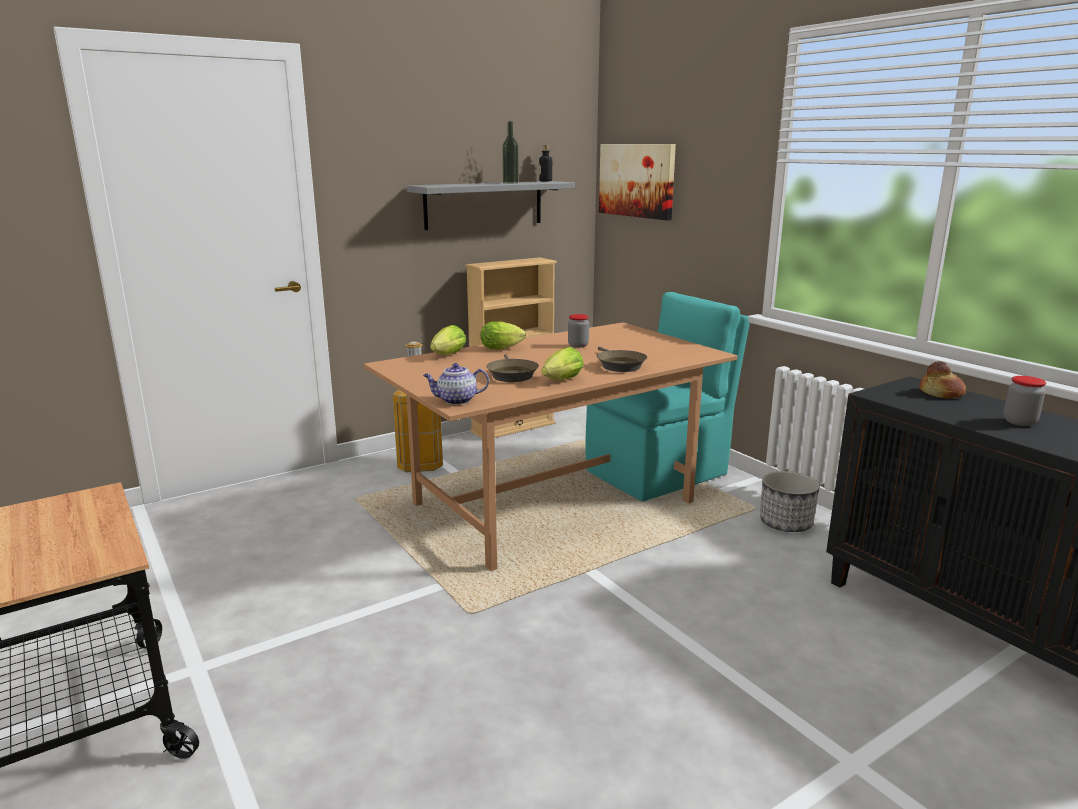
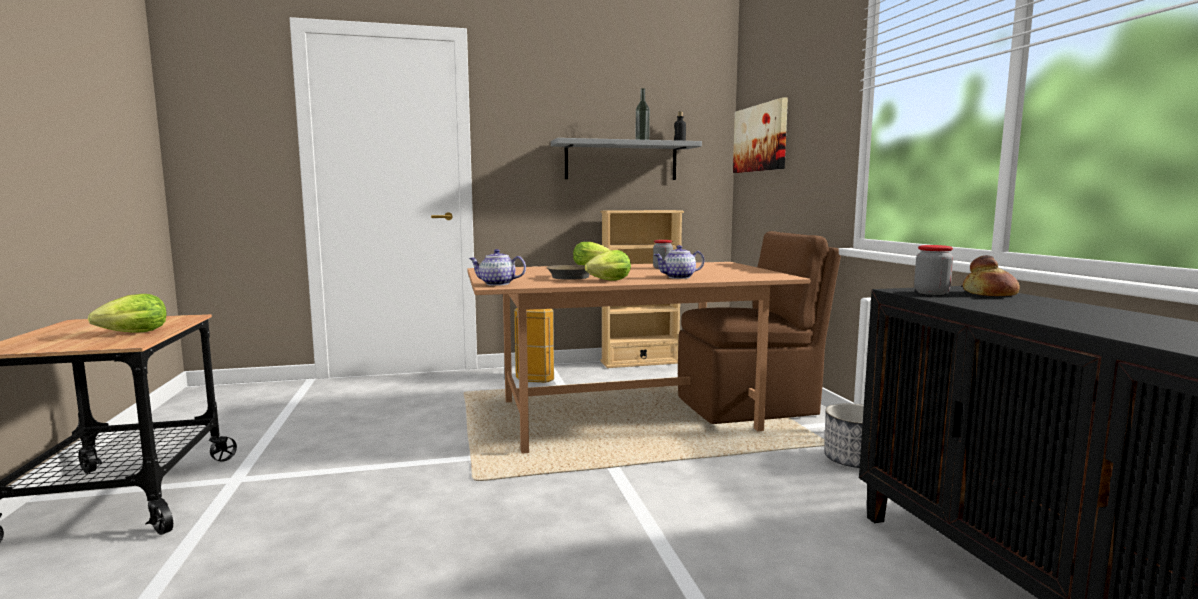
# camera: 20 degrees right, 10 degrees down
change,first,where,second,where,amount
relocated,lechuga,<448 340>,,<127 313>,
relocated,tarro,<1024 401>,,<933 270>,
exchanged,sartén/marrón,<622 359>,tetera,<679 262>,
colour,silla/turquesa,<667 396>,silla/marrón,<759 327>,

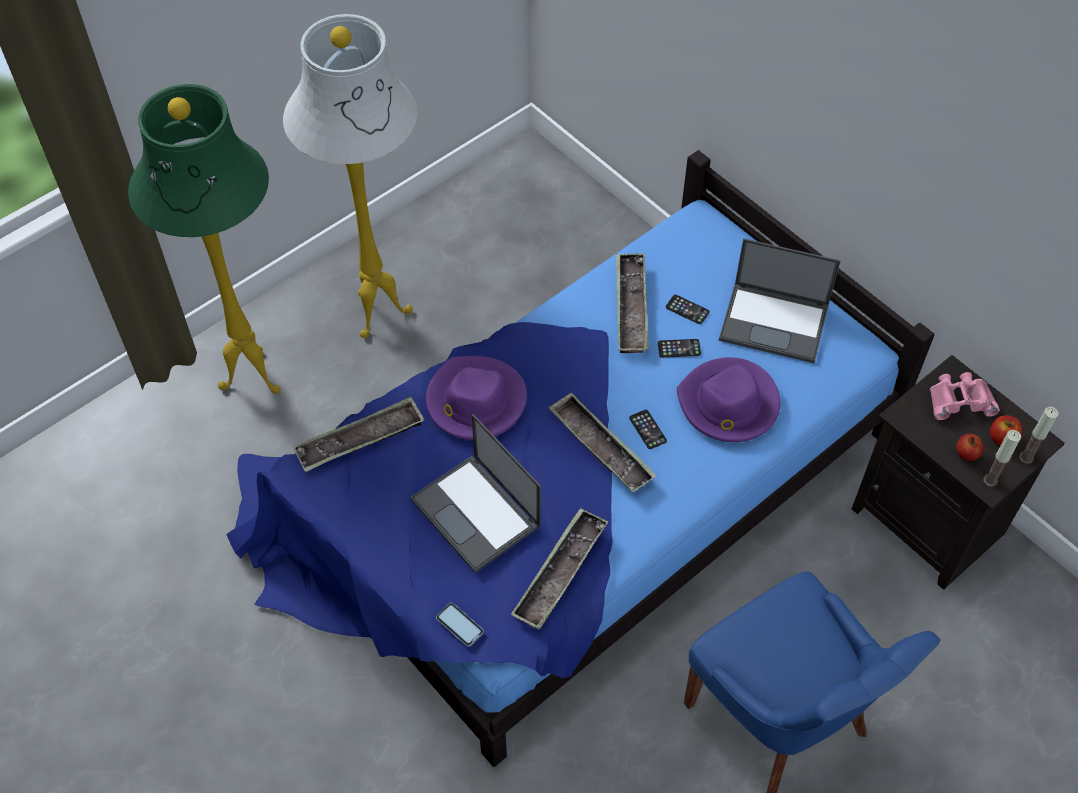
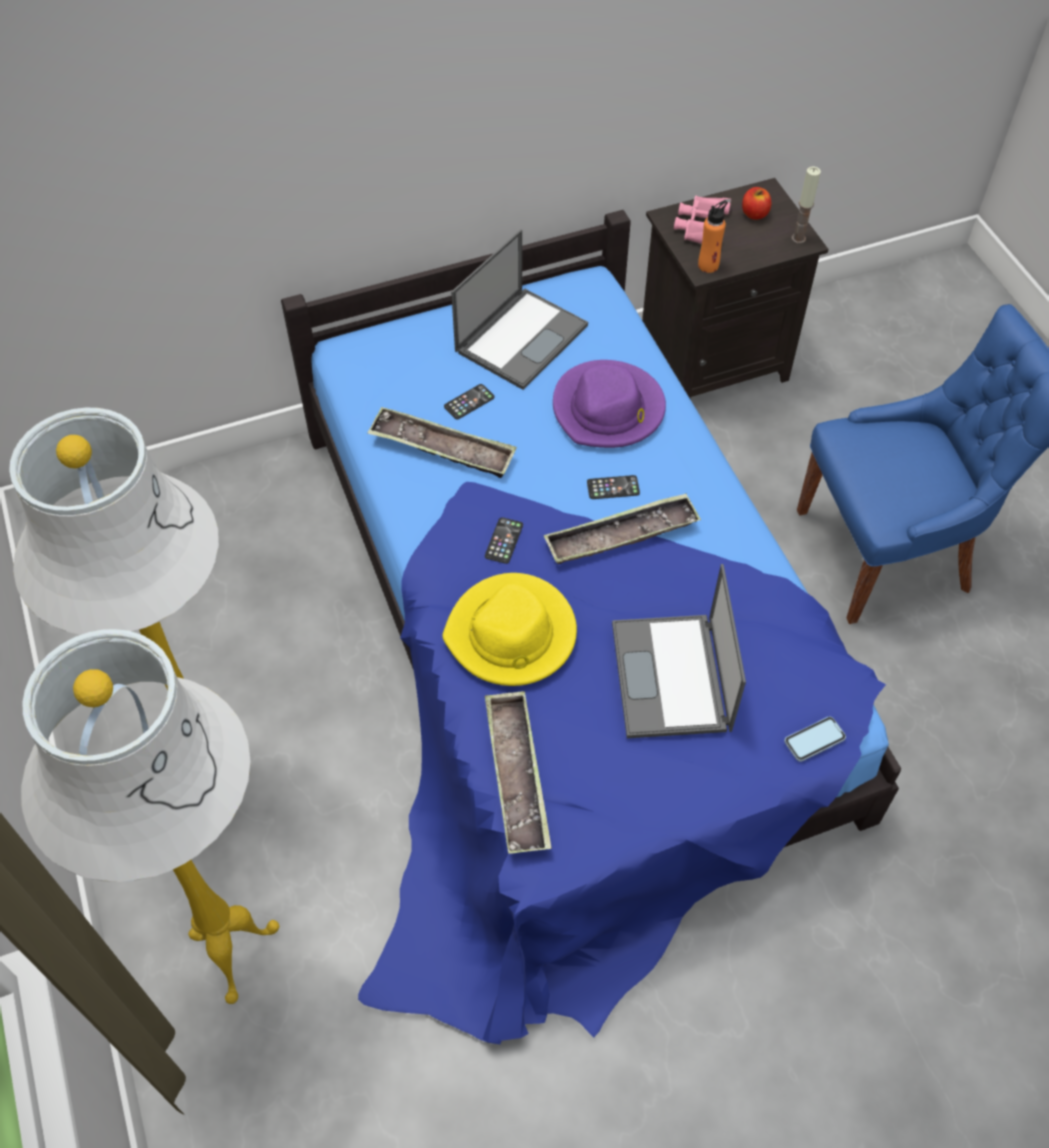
# camera: 70 degrees left, 0 degrees up
change,first,where,second,where,amount
missing,bandeja,<559 568>,,,
missing,manzana,<970 447>,,,
missing,vela,<1038 435>,,,
appeared,,,botella/naranja,<713 236>,
relocated,móvil,<679 348>,,<504 540>,
colour,lámpara de pie/verde,<204 239>,lámpara de pie/blanco,<150 816>,
colour,sombrero/morado,<476 398>,sombrero/amarillo,<509 629>,
spun,portátil,<475 493>,,<679 651>,105 degrees clockwise

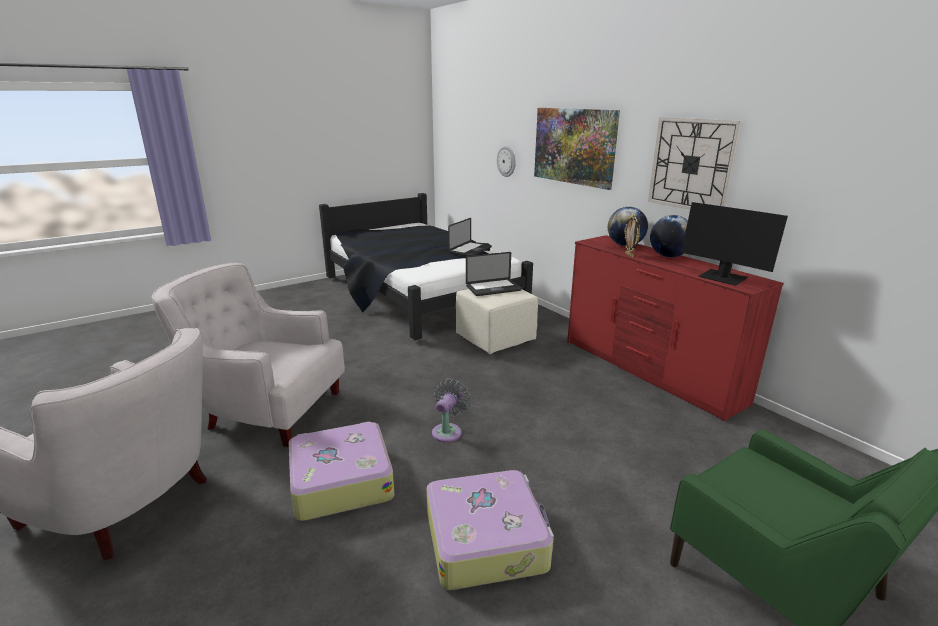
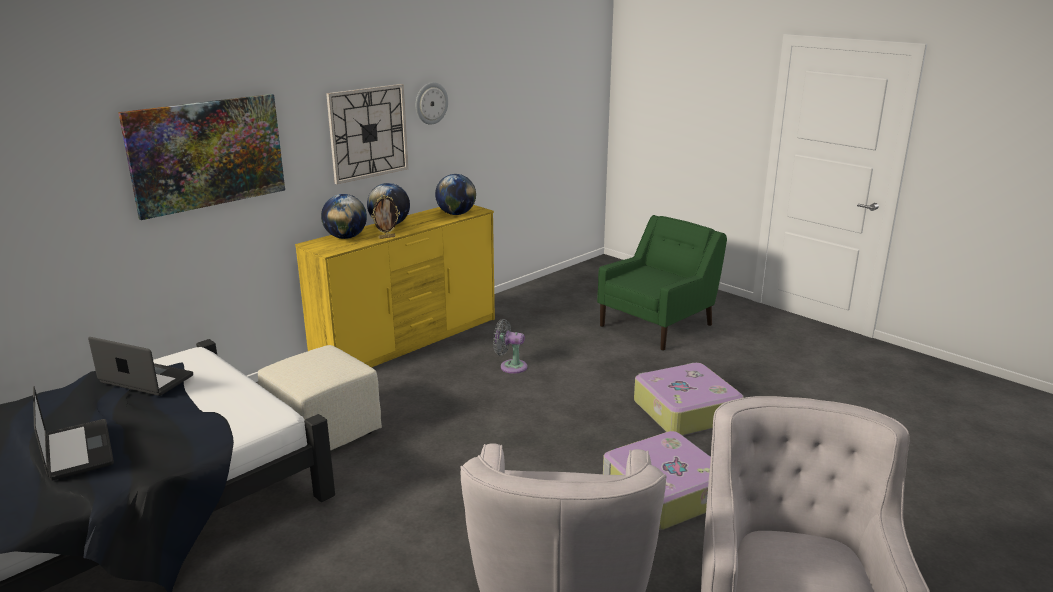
# camera: 100 degrees left, 0 degrees up
change,first,where,second,where,amount
relocated,ventilador/gris,<451 410>,,<510 346>,
relocated,portátil,<494 274>,,<73 433>,
relocated,reloj de pared,<506 161>,,<432 103>,
exchanged,monitor,<734 243>,globo terráqueo,<455 194>,
colour,cómoda/rojo,<675 328>,cómoda/amarillo,<395 286>,

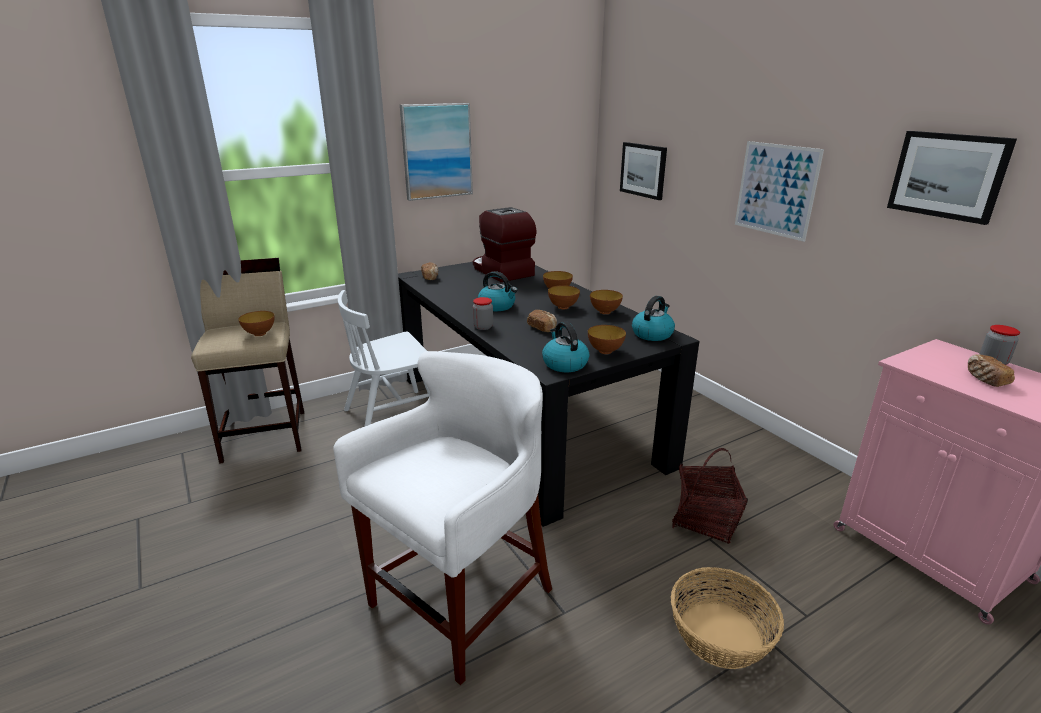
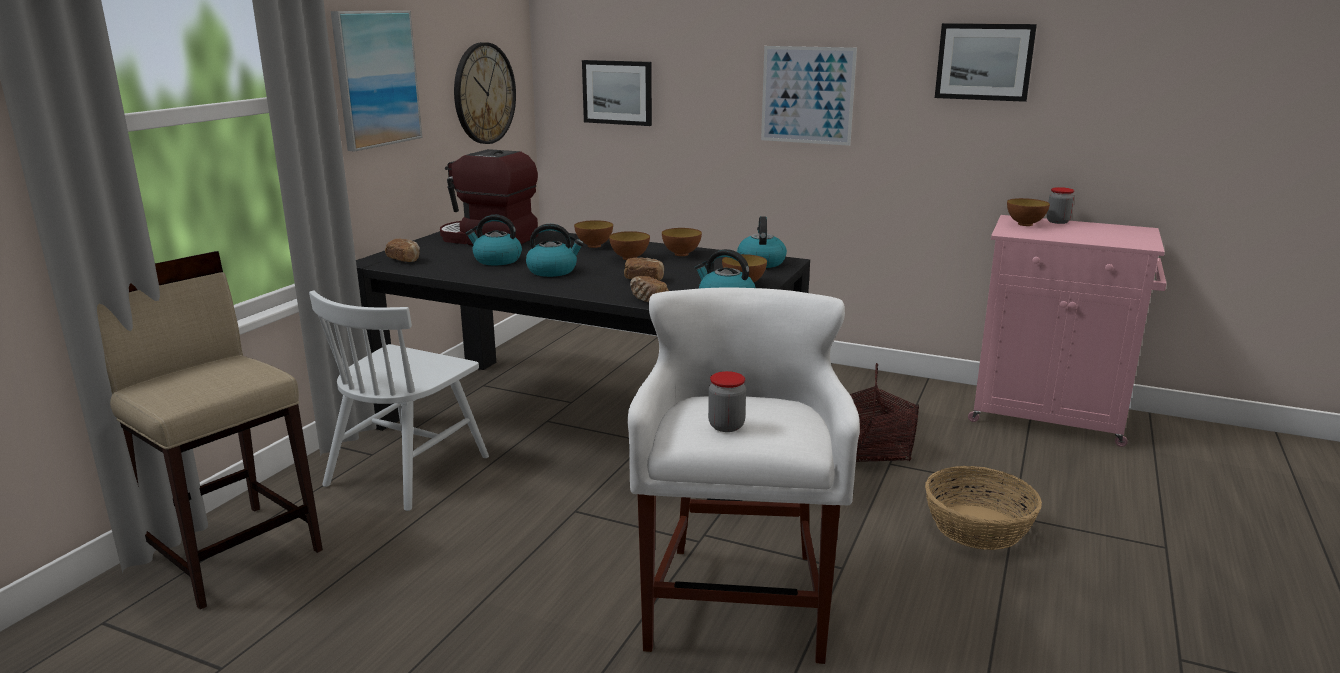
# camera: 35 degrees left, 5 degrees down
change,first,where,second,where,amount
appeared,,,reloj de pared,<485 93>,
appeared,,,hervidor,<494 240>,
relocated,cuenco,<256 323>,,<1028 212>,
relocated,tarro,<483 313>,,<727 401>,
relocated,pan,<991 370>,,<649 289>,

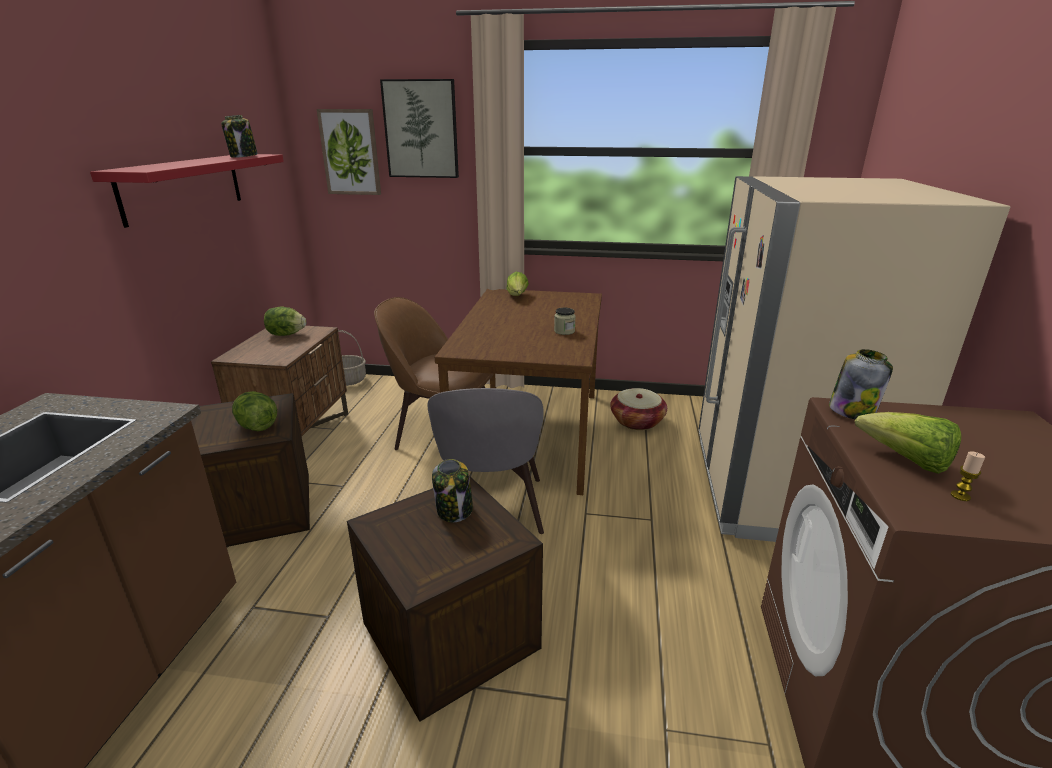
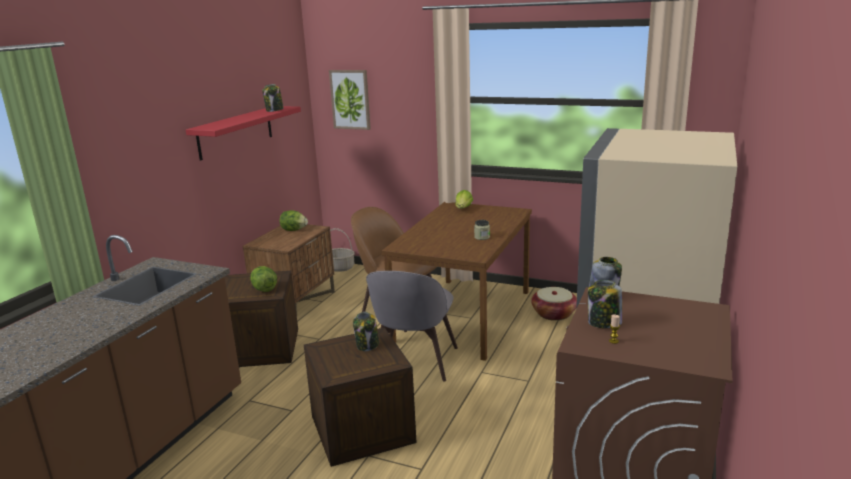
# camera: 15 degrees right, 5 degrees down
change,first,where,second,where,amount
missing,cuadro,<419 128>,,,
exchanged,lechuga,<908 443>,tarro,<605 304>,

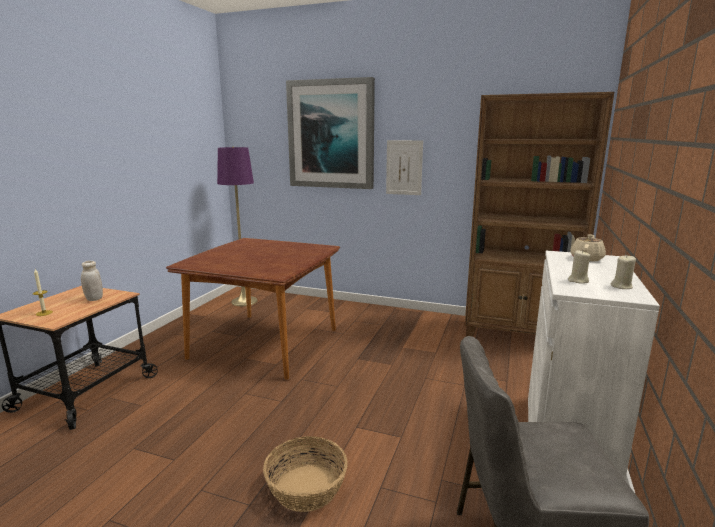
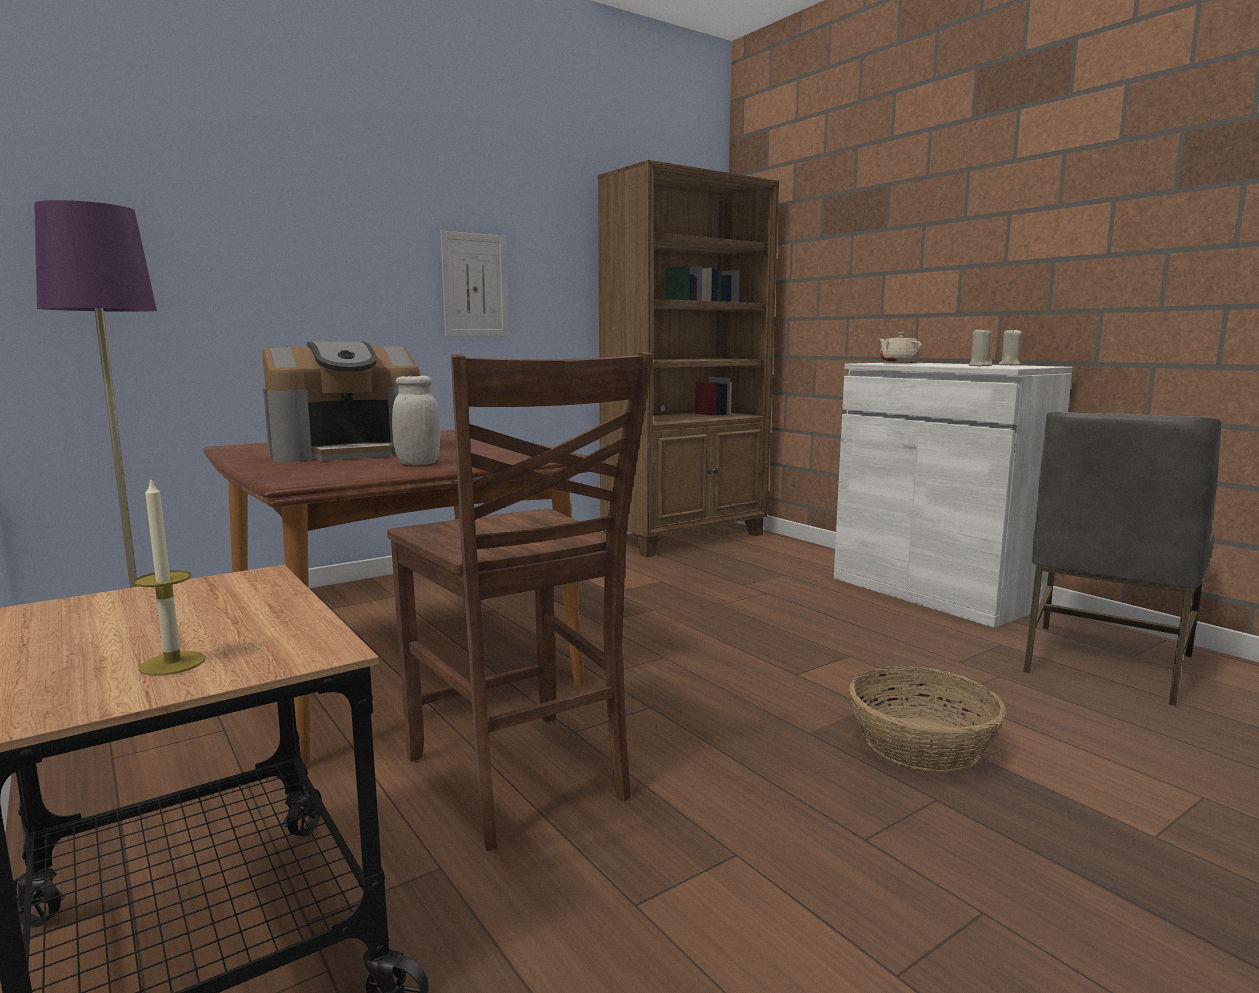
# camera: 55 degrees left, 5 degrees down
change,first,where,second,where,amount
missing,cuadro,<330 133>,,,
appeared,,,cafetera,<341 402>,
appeared,,,silla/marrón,<520 601>,
relocated,tarro/blanco,<92 281>,,<416 420>,

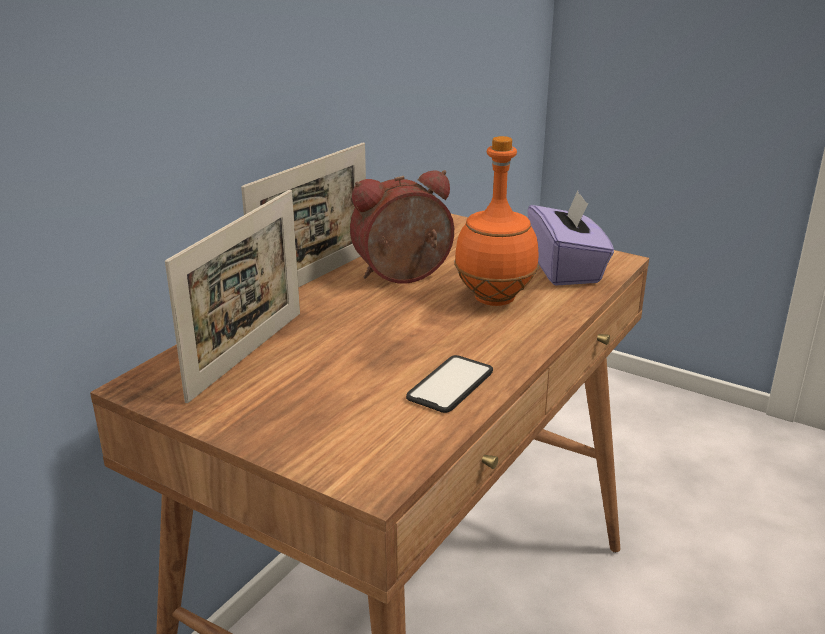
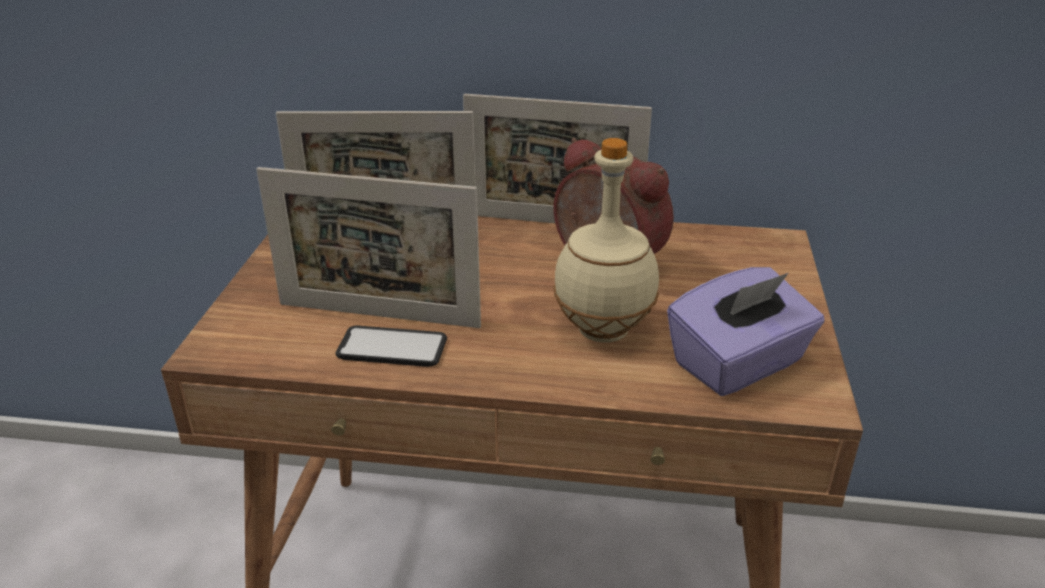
# camera: 65 degrees right, 5 degrees up
change,first,where,second,where,amount
appeared,,,portarretratos,<368 247>,
colour,botella/naranja,<496 221>,botella/beis,<606 240>,

